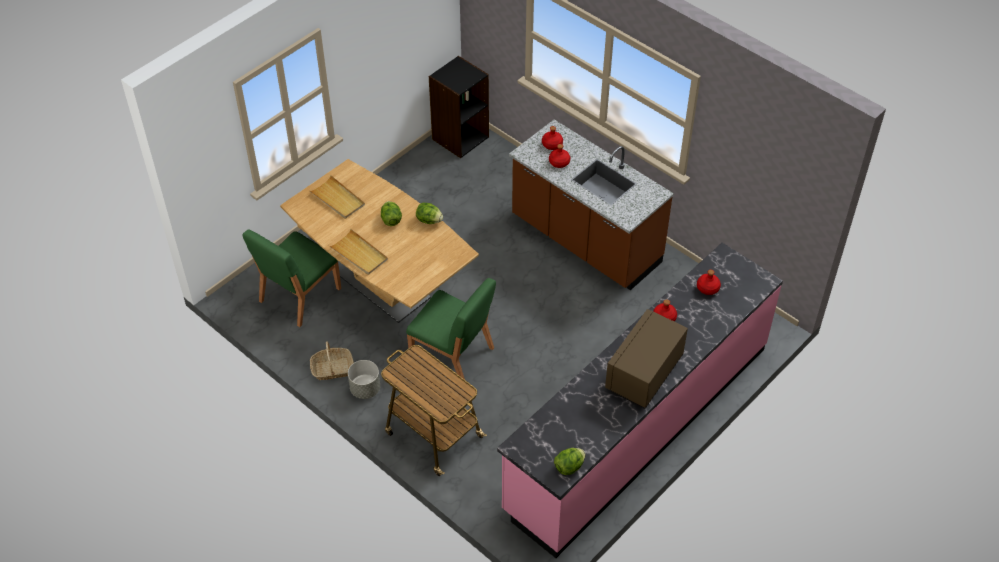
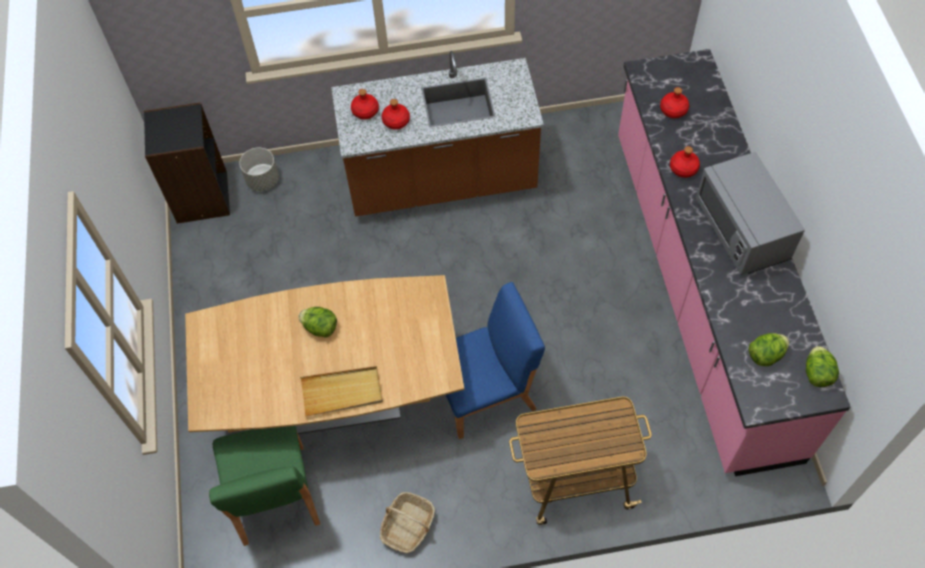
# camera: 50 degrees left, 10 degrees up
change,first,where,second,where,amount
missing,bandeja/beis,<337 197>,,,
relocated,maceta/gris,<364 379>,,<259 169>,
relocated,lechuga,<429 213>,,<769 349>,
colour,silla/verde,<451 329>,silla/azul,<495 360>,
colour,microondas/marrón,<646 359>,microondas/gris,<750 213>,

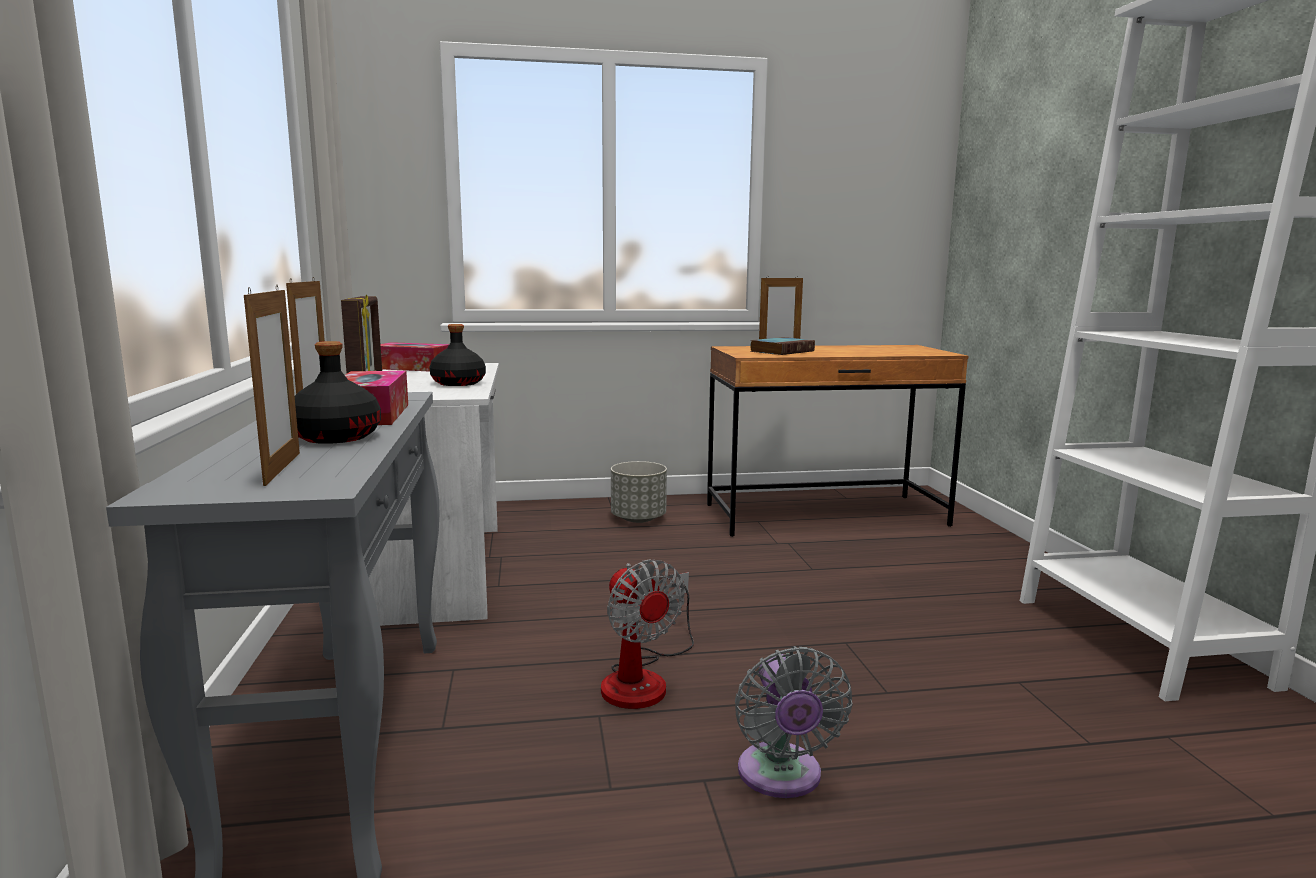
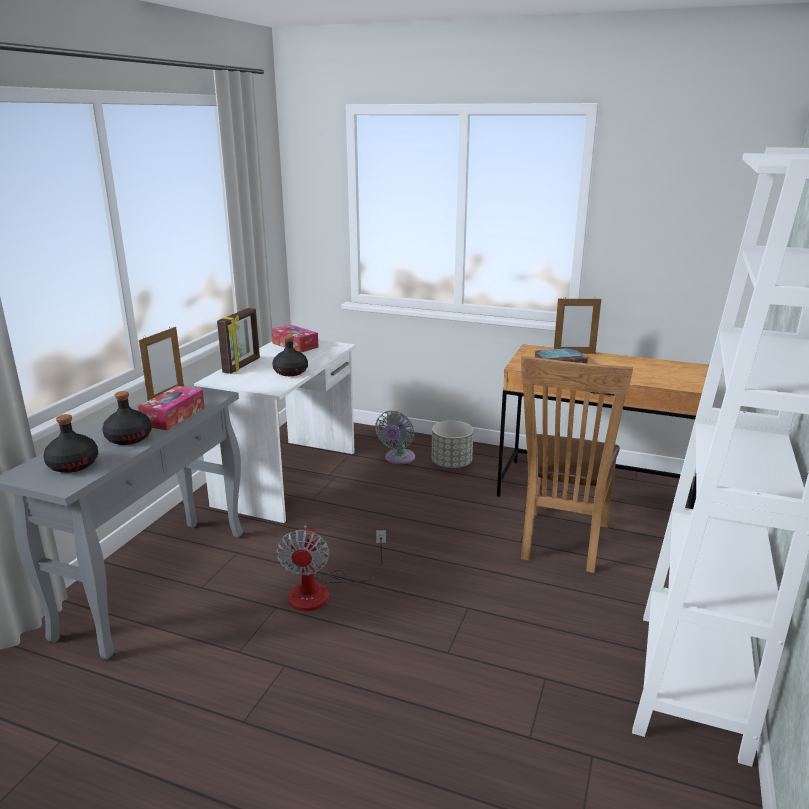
# camera: 30 degrees right, 10 degrees up
change,first,where,second,where,amount
appeared,,,silla/marrón,<577 464>,
relocated,ventilador/gris,<794 722>,,<395 437>,
exchanged,portarretratos,<272 385>,botella/negro,<70 443>,

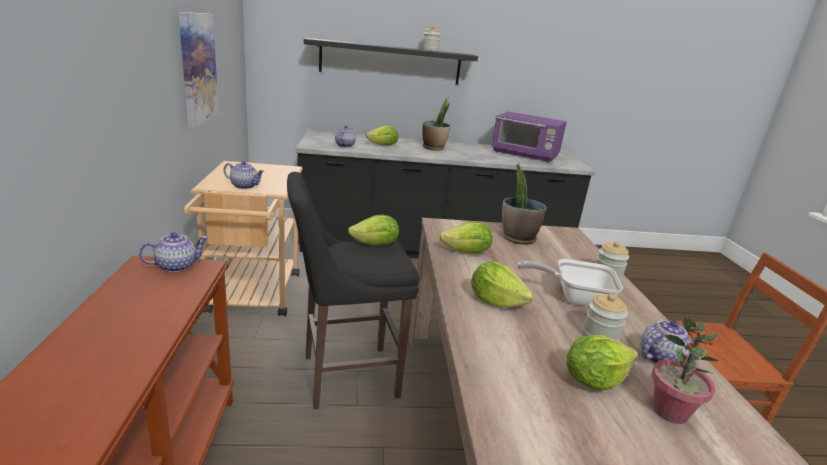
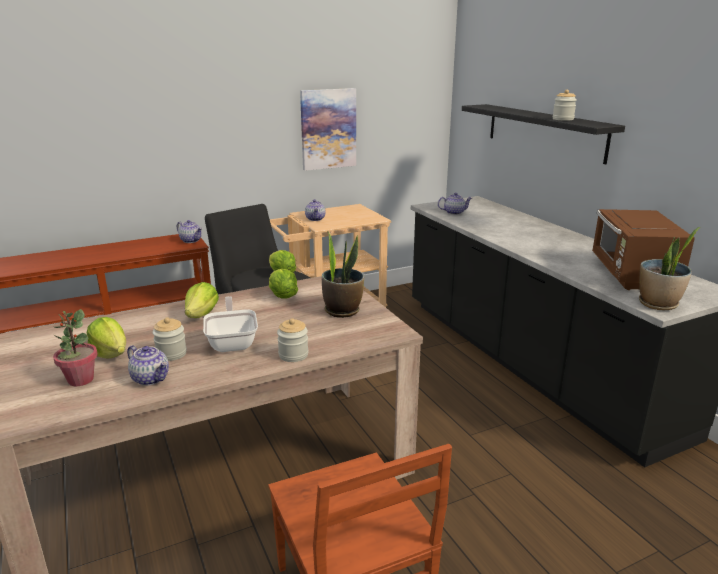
# camera: 70 degrees right, 0 degrees up
change,first,where,second,where,amount
missing,lechuga,<382 136>,,,
relocated,planta en maceta,<436 124>,,<669 268>,
colour,microondas/morado,<529 137>,microondas/marrón,<643 249>,

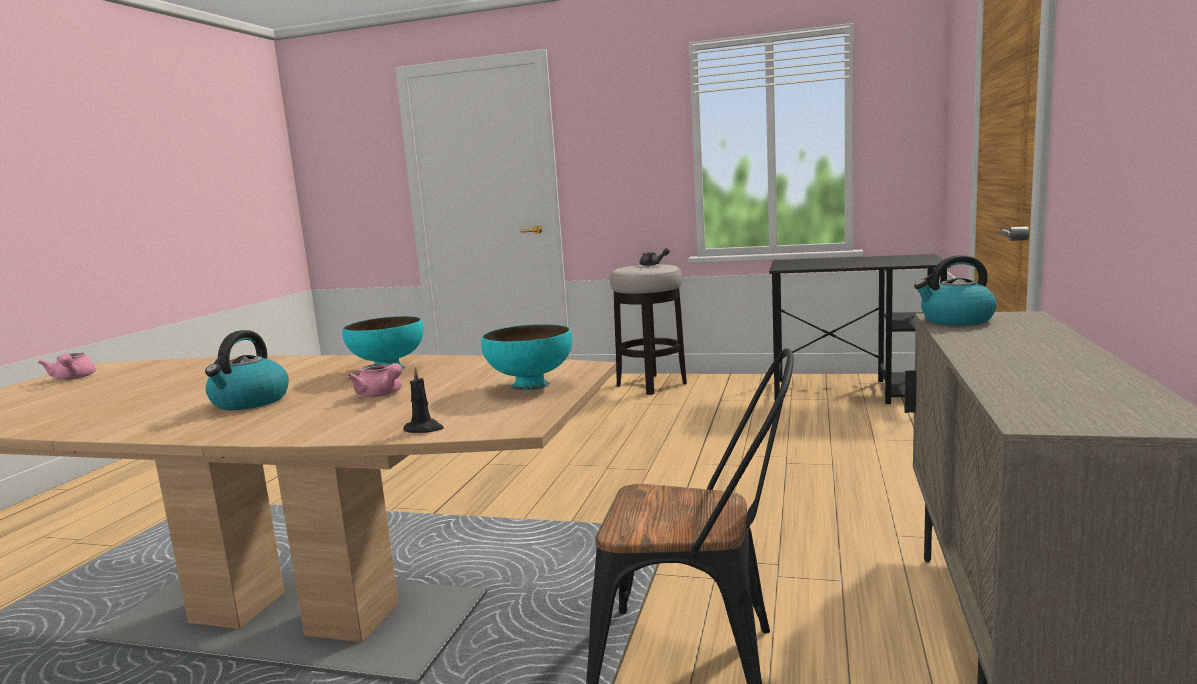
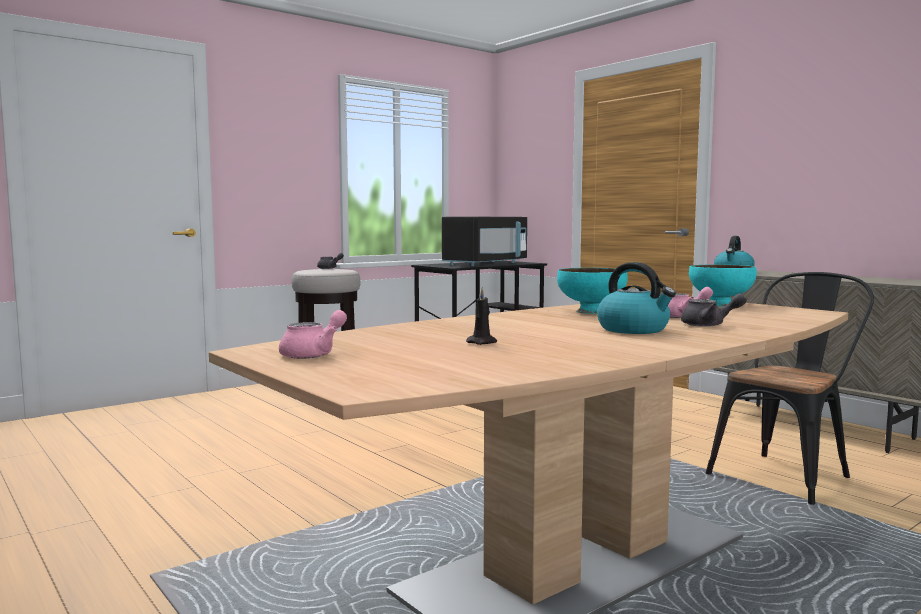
# camera: 55 degrees left, 5 degrees down
change,first,where,second,where,amount
appeared,,,microondas/negro,<484 241>,
appeared,,,tetera/gris,<714 310>,
relocated,vela/negro,<423 400>,,<481 316>,
spun,tetera/rosa,<67 366>,,<313 334>,60 degrees counterclockwise

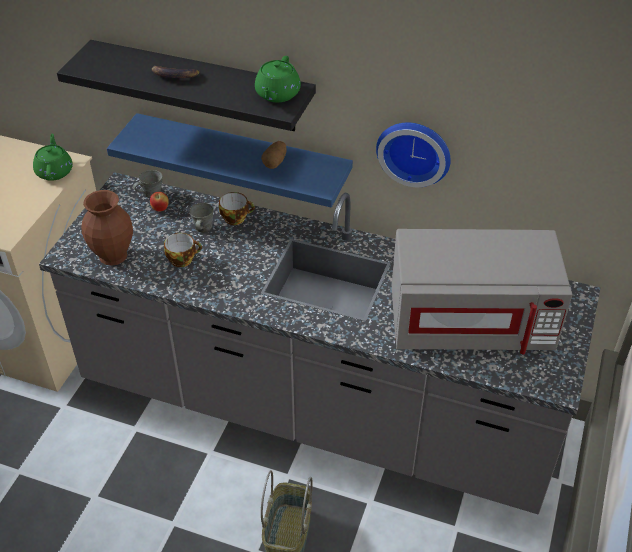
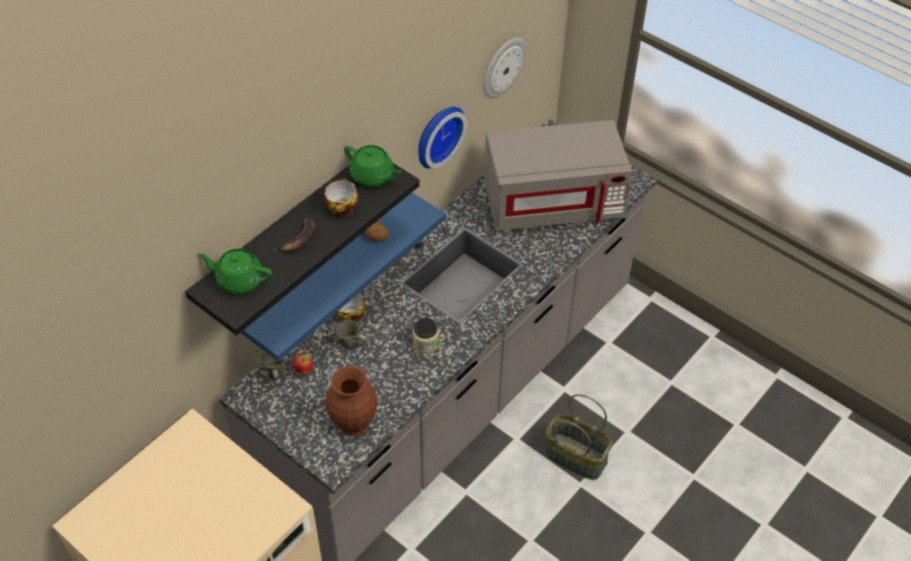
# camera: 70 degrees left, 5 degrees up
change,first,where,second,where,amount
appeared,,,tarro,<425 336>,
appeared,,,reloj de pared,<504 67>,
relocated,tetera/verde,<53 157>,,<234 271>,
relocated,taza,<183 250>,,<341 198>,
spun,microondas/gris,<482 291>,,<558 175>,60 degrees clockwise

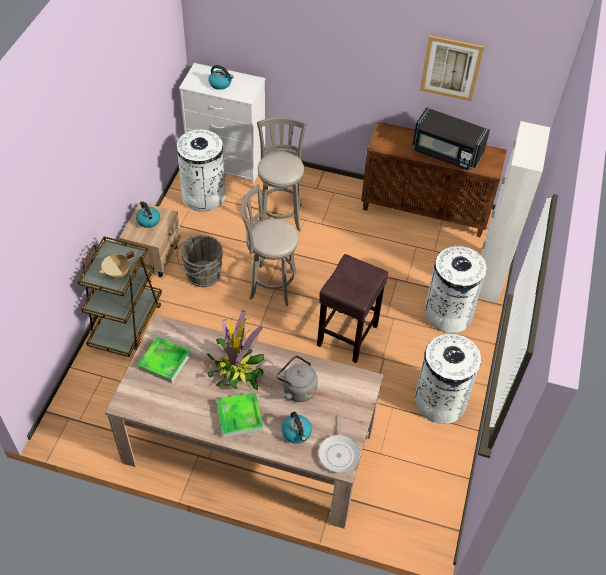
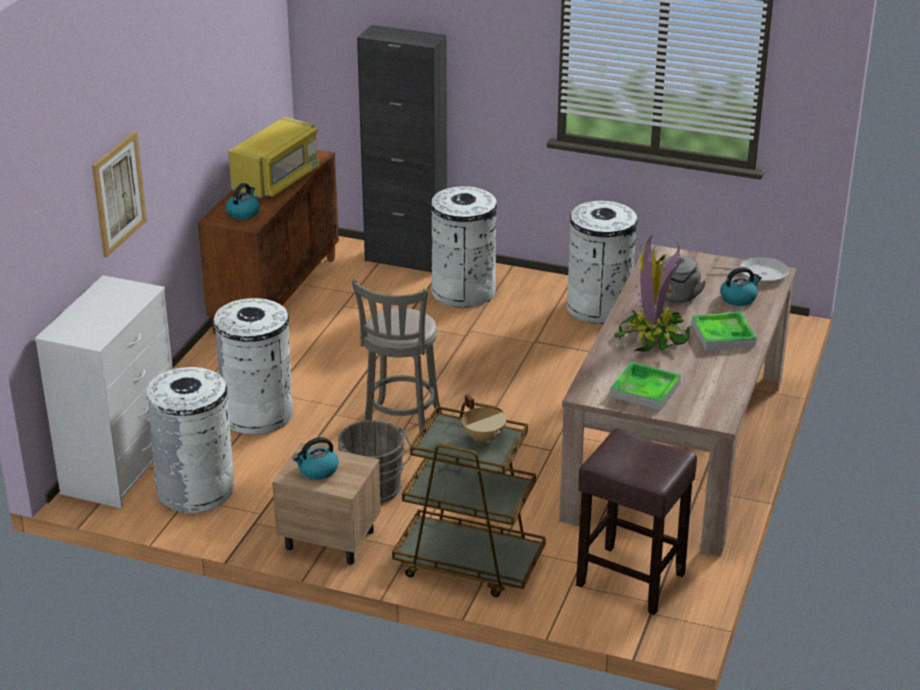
# camera: 85 degrees left, 20 degrees down
change,first,where,second,where,amount
relocated,hervidor,<221 77>,,<243 201>,
relocated,taburete/marrón,<352 308>,,<636 521>,
relocated,cuadro,<452 68>,,<119 194>,
exchanged,taburete/gris,<281 174>,papelera/blanco,<253 366>,
colour,microondas/negro,<451 138>,microondas/amarillo,<274 158>,
colour,armario/blanco,<514 212>,armario/negro,<402 148>,

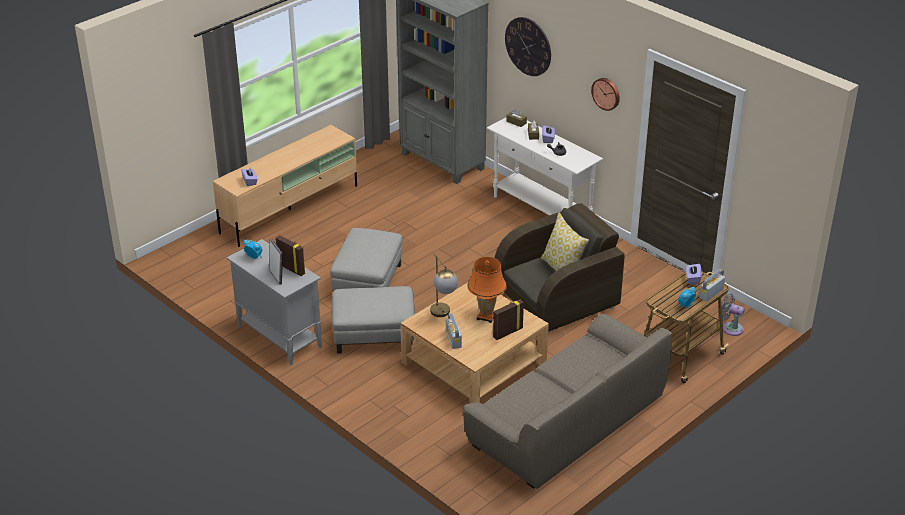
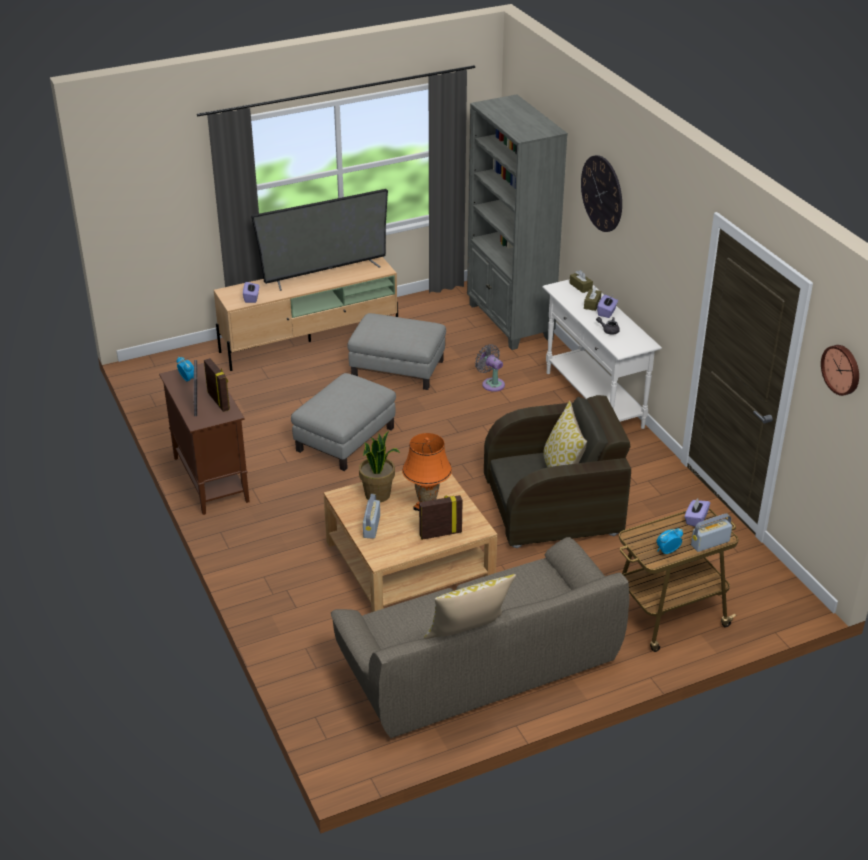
# camera: 20 degrees right, 0 degrees up
change,first,where,second,where,amount
appeared,,,televisor,<319 240>,
appeared,,,cojín,<470 606>,
relocated,puf/gris,<373 320>,,<396 351>,
relocated,reloj de pared,<605 94>,,<840 370>,
relocated,ventilador/gris,<733 315>,,<490 368>,
exchanged,lámpara de mesa,<444 285>,planta en maceta,<379 466>,
colour,armario/gris,<274 302>,armario/marrón,<204 439>,

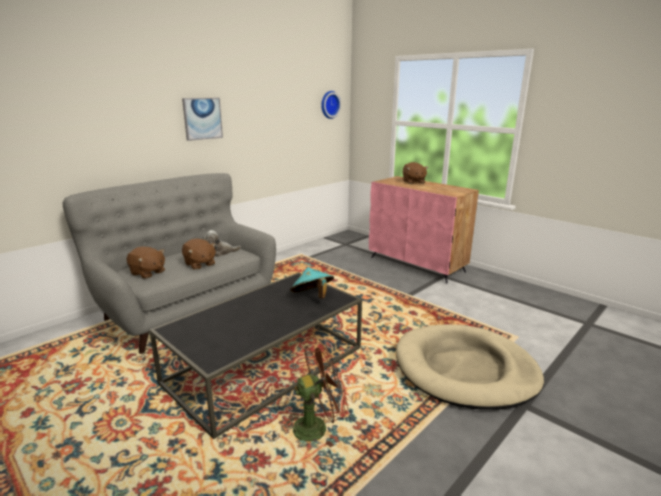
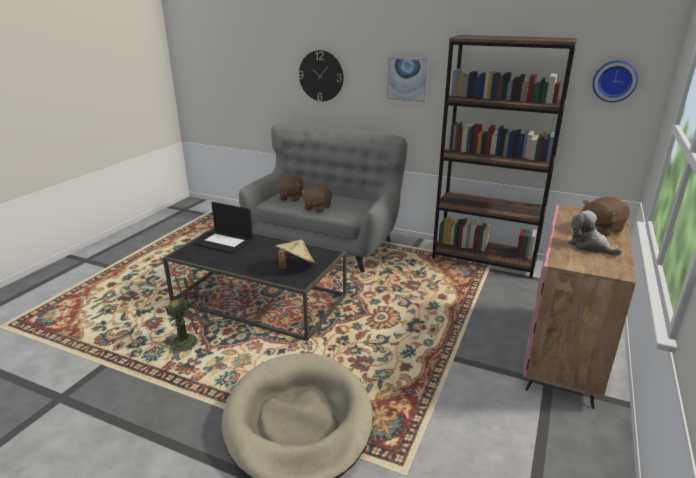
# camera: 70 degrees right, 5 degrees up
change,first,where,second,where,amount
appeared,,,portátil,<223 228>,
appeared,,,reloj de pared,<321 75>,
appeared,,,estantería/marrón,<504 157>,
relocated,peluche,<222 243>,,<595 233>,
colour,sombrero/turquesa,<312 283>,sombrero/beis,<295 254>,
spun,ventilador/marrón,<314 394>,,<184 314>,75 degrees counterclockwise

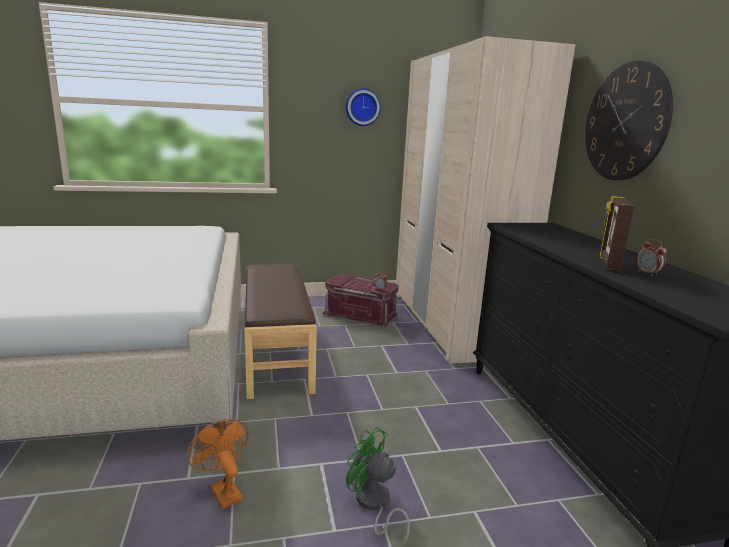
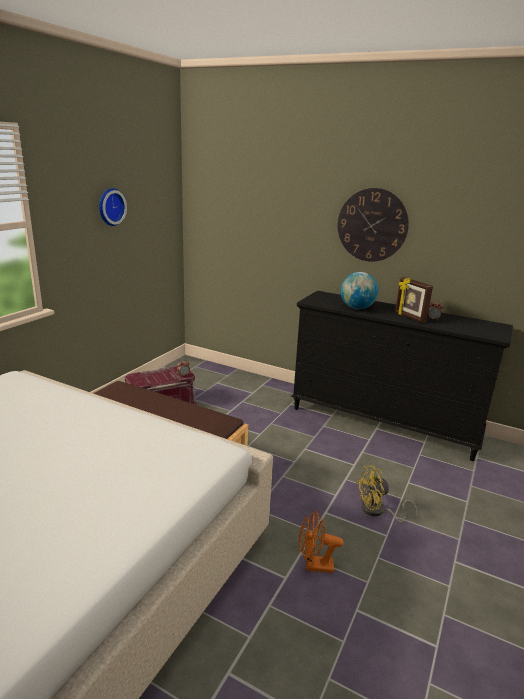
# camera: 50 degrees left, 5 degrees up
change,first,where,second,where,amount
missing,armario ropero/beis,<485 200>,,,
appeared,,,globo terráqueo,<359 290>,
colour,ventilador/verde,<378 486>,ventilador/amarillo,<386 493>,

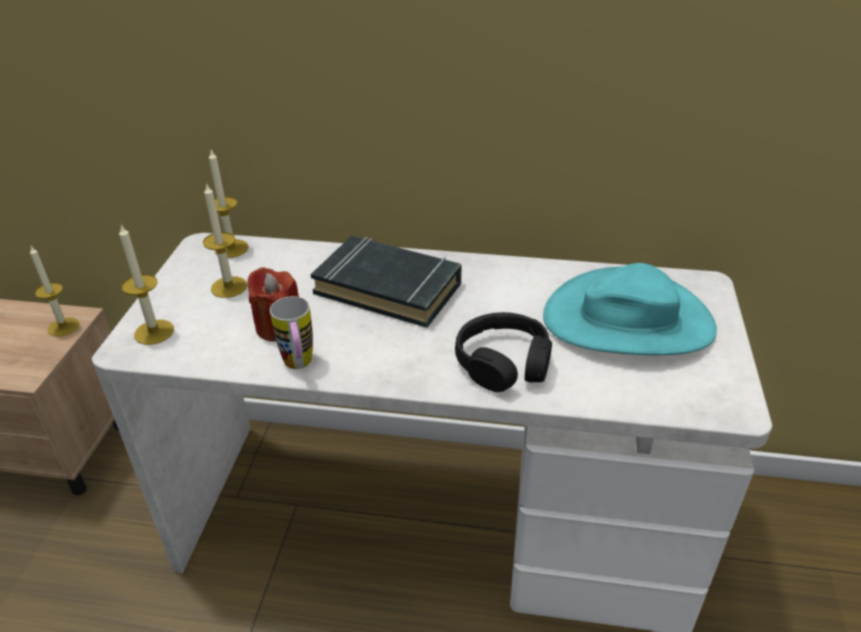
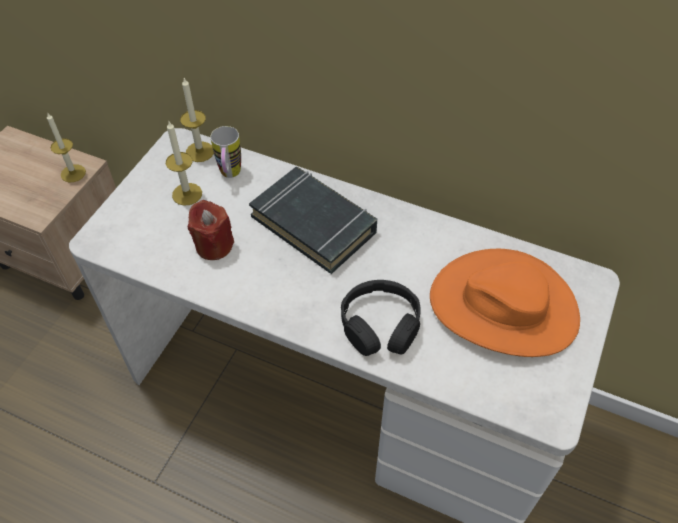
# camera: 15 degrees right, 15 degrees up
change,first,where,second,where,amount
missing,vela,<146 285>,,,
relocated,taza grande,<291 332>,,<225 152>,
colour,sombrero/turquesa,<630 309>,sombrero/naranja,<505 303>,

